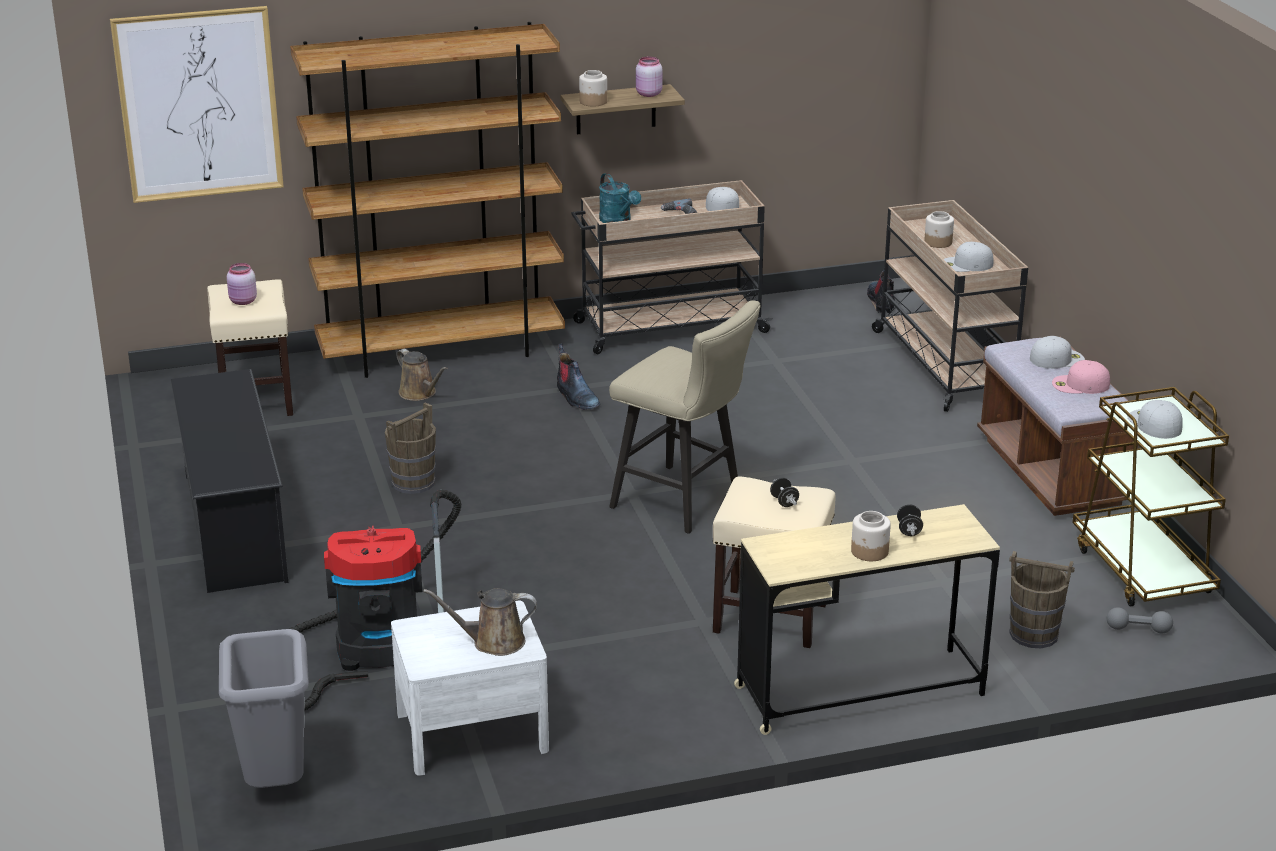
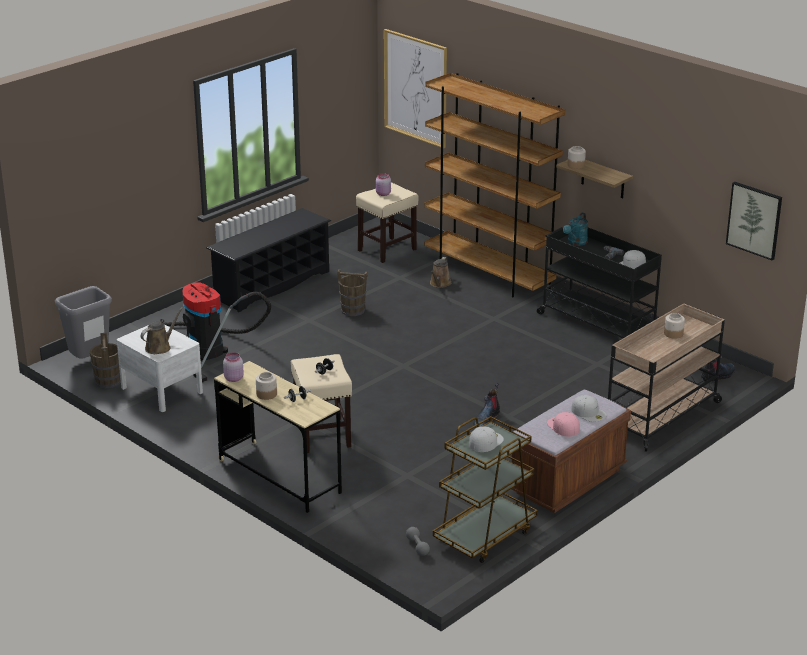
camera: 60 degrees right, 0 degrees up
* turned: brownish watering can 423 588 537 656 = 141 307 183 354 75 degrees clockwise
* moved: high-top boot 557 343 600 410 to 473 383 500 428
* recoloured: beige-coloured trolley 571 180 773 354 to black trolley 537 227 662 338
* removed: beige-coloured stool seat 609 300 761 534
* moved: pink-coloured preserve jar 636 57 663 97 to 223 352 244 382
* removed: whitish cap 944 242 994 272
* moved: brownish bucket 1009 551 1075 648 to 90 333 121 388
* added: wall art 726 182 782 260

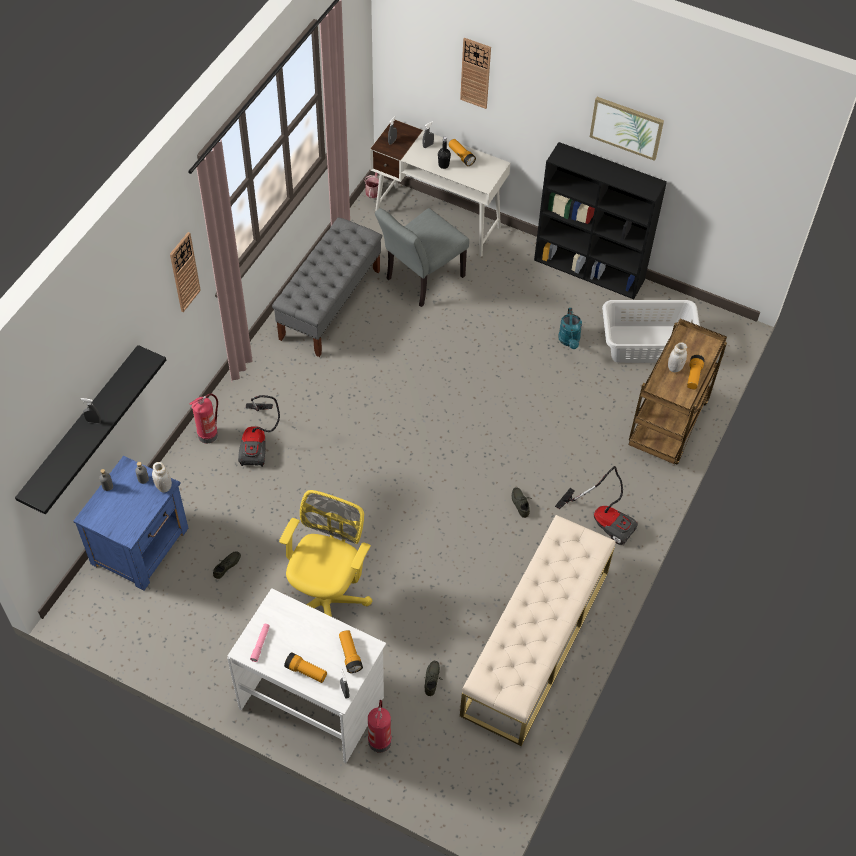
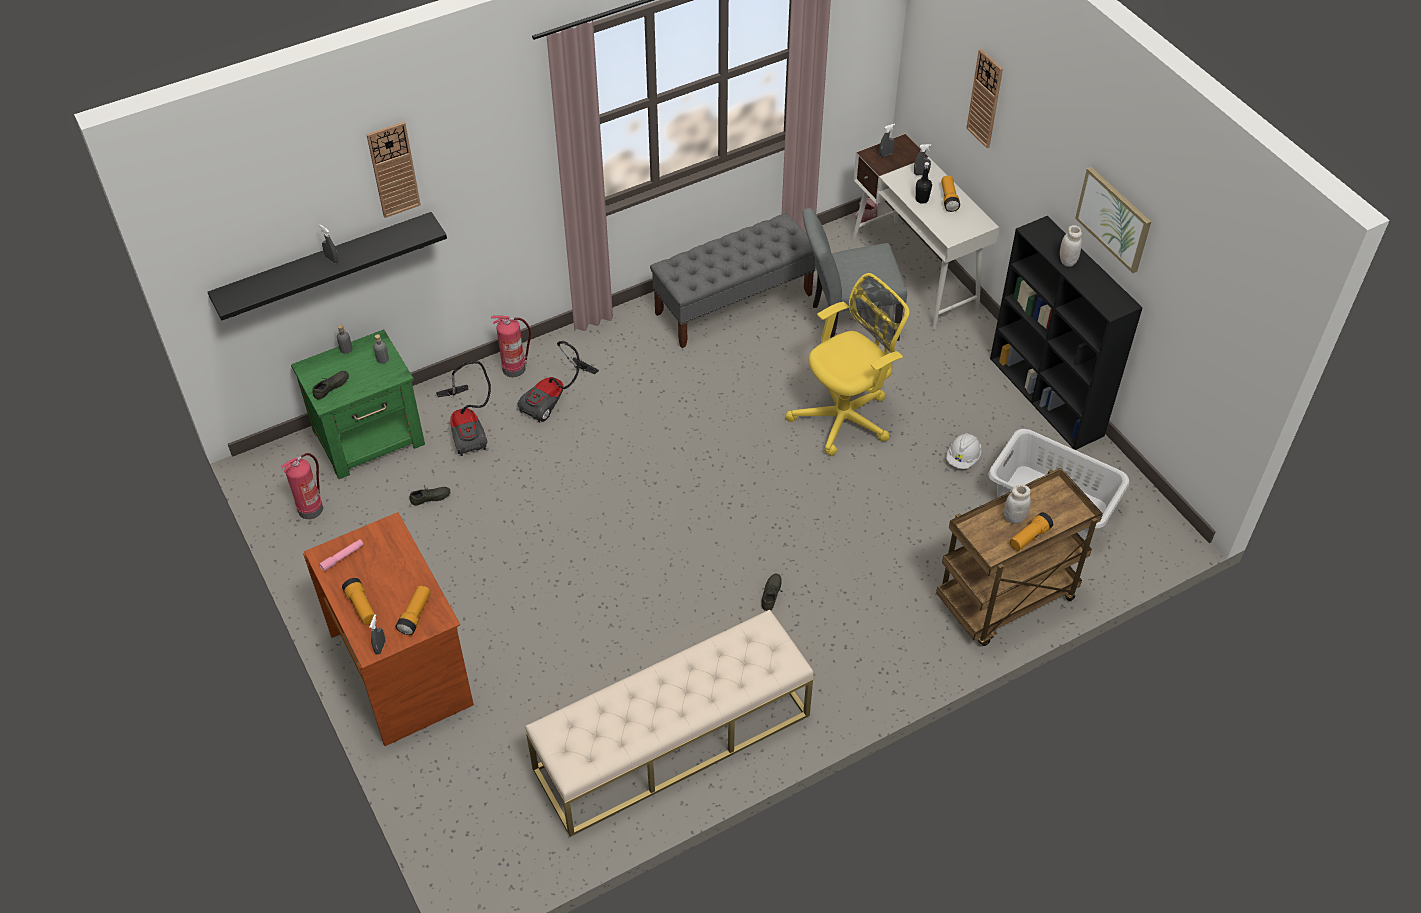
camera: 35 degrees right, 5 degrees down
* recoloured: bluish bedside table 73 456 188 590 to green-coloured bedside table 291 329 425 479
* moved: whitish preserve jar 152 462 172 492 to 1060 225 1082 267
* moved: clock on the wall 170 232 201 312 to 366 122 421 218
* recoloured: whitish desk table 227 588 386 763 to brownish desk table 303 512 474 746
* moved: yellow-coloured office chair 279 490 372 617 to 785 273 909 456
* moved: extinguisher 368 700 391 753 to 281 453 323 519
* moved: greyish item of footwear 425 661 443 696 to 312 371 349 399
* moved: hoover 555 466 638 545 to 436 361 491 456
* replaced: turquoise watering can 558 308 582 349 to whitish work helmet 946 433 982 469

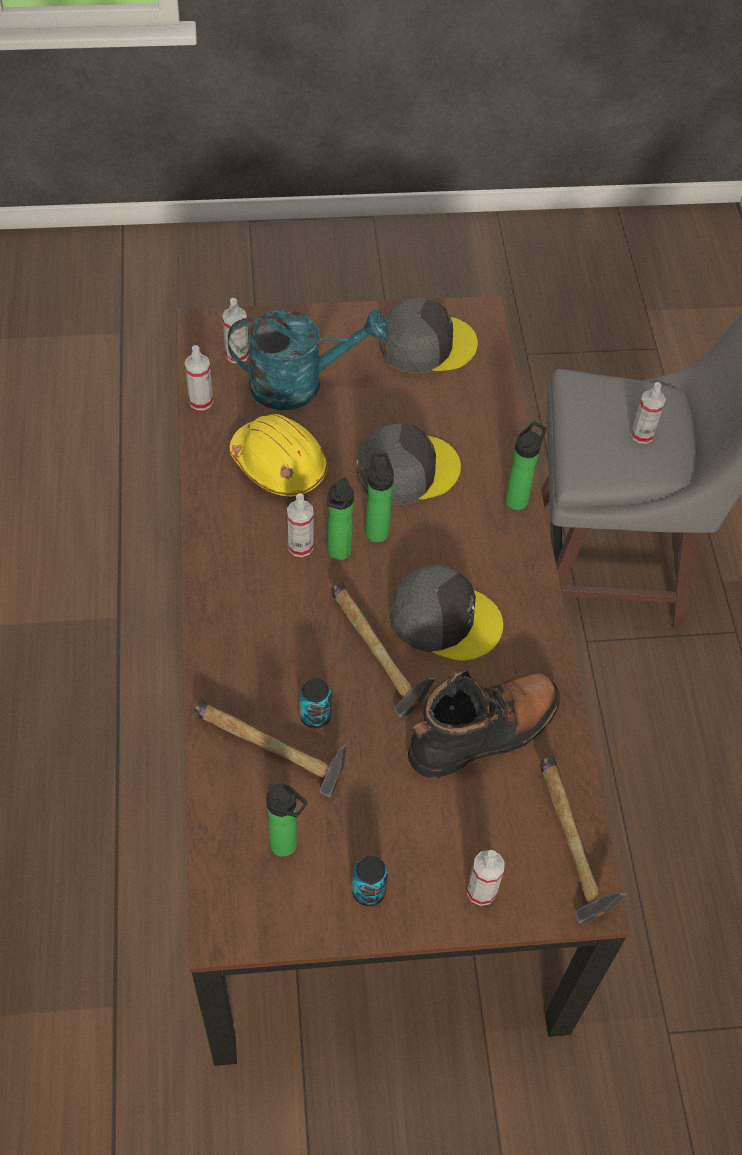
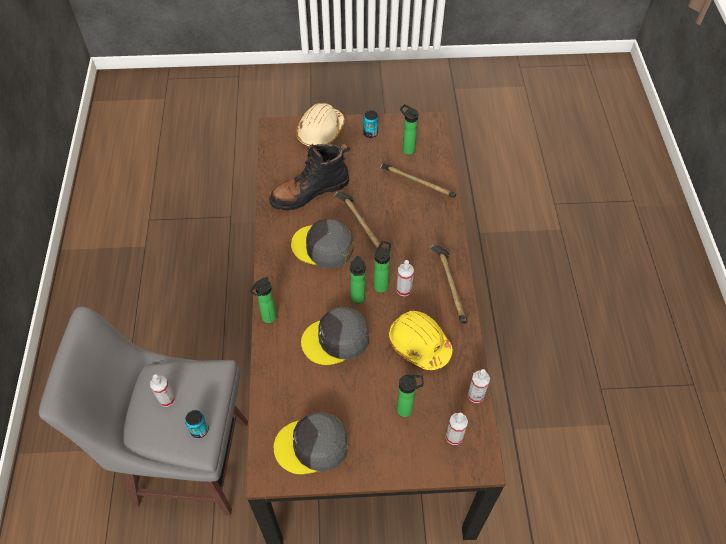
camera: 175 degrees left, 0 degrees up
* replaced: turquoise watering can 228 310 388 410 to beverage bottle 397 374 424 417
* moved: sealed can 299 678 332 728 to 185 410 209 438
* replaced: sprayer 467 850 505 906 to beige-coloured work helmet 296 103 345 146
* moved: tool hammer 539 756 627 923 to 429 245 468 324

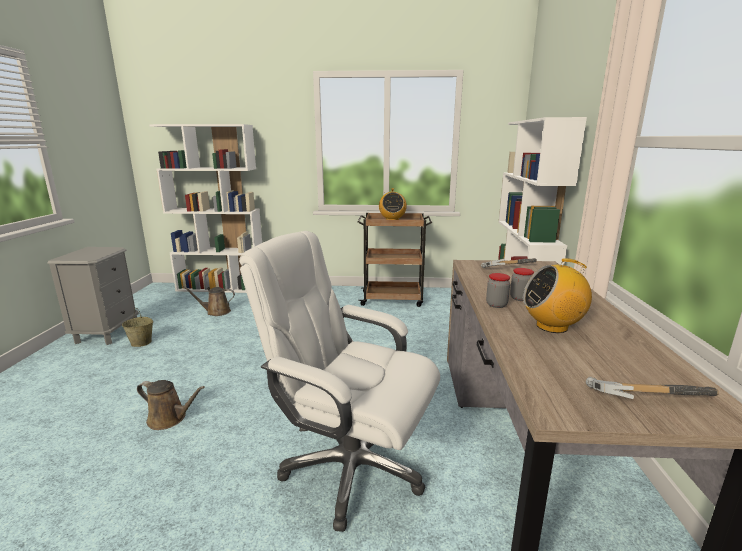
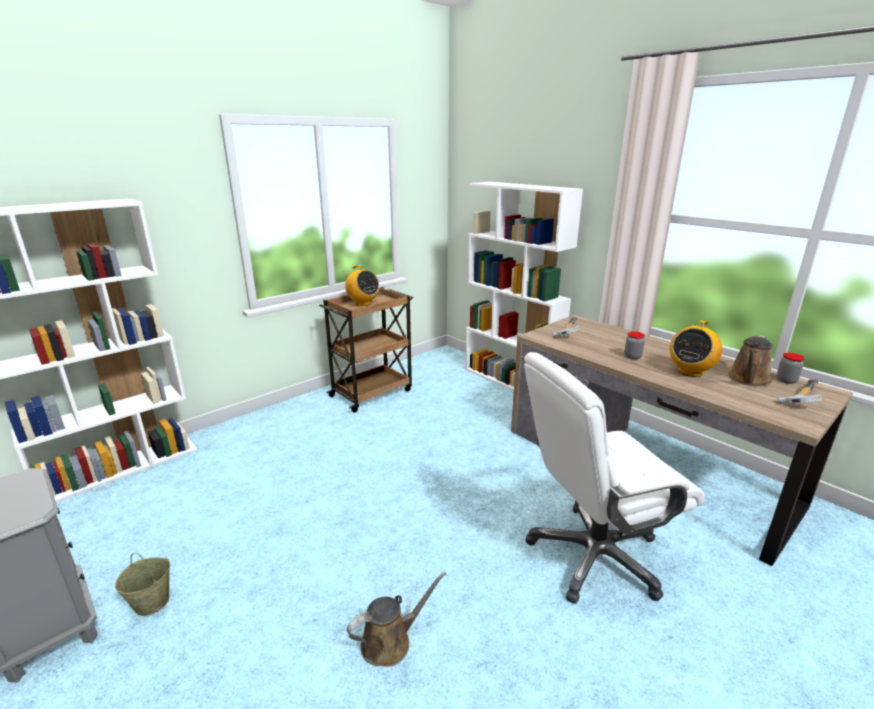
camera: 45 degrees left, 5 degrees up
* moved: brownish watering can 182 286 235 316 to 728 335 773 386
* moved: preserve jar 486 273 510 308 to 777 353 805 384

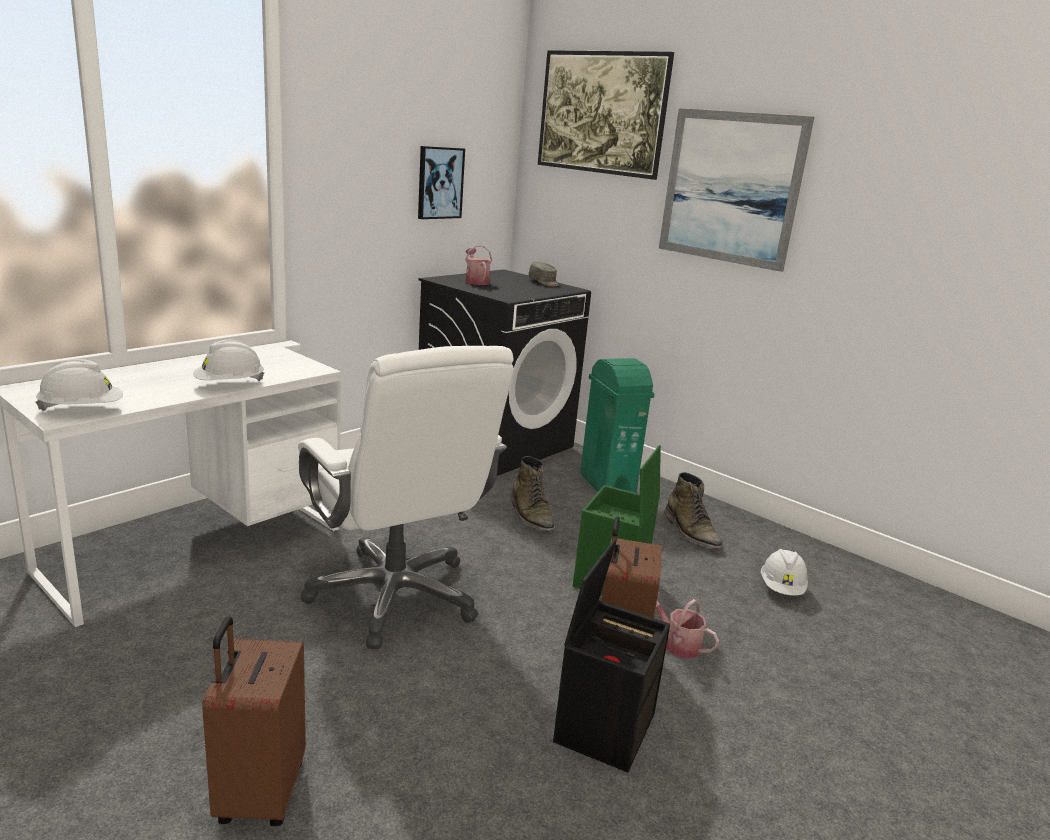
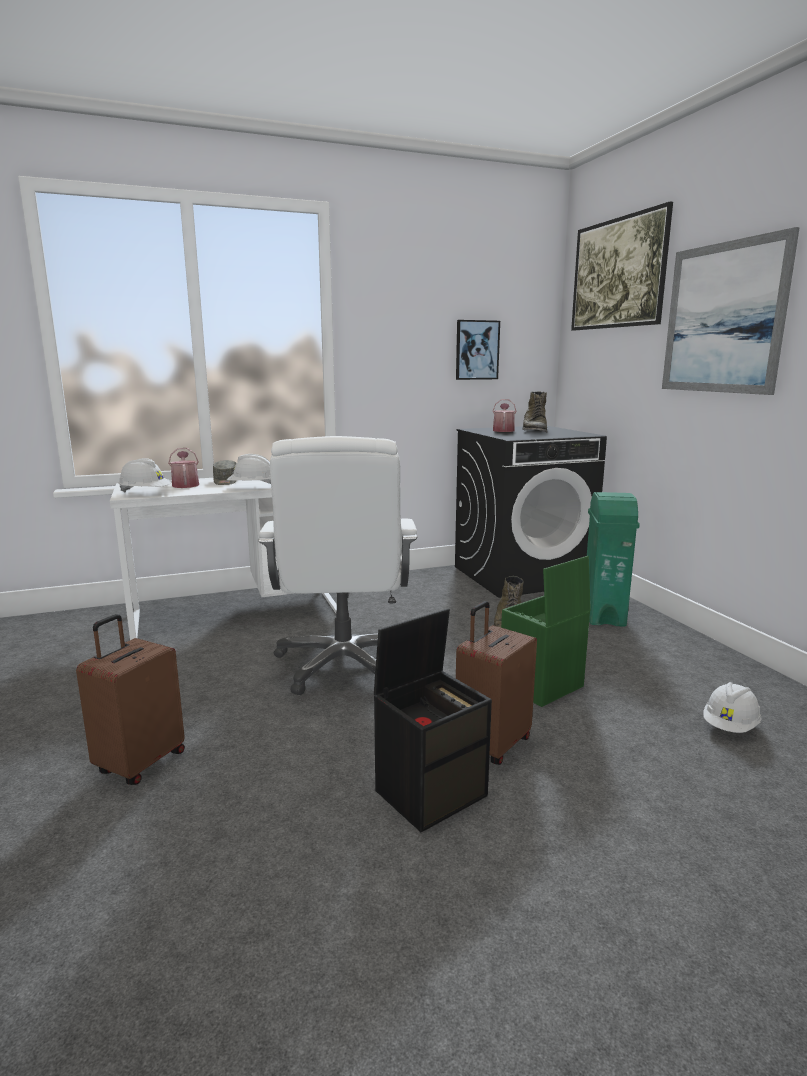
camera: 30 degrees right, 5 degrees down
* moved: greyish cap 528 262 559 286 to 213 460 237 485
* moved: watering can 656 592 719 658 to 168 448 199 488
* moved: green-coloured high-top boot 664 472 723 549 to 522 392 547 432

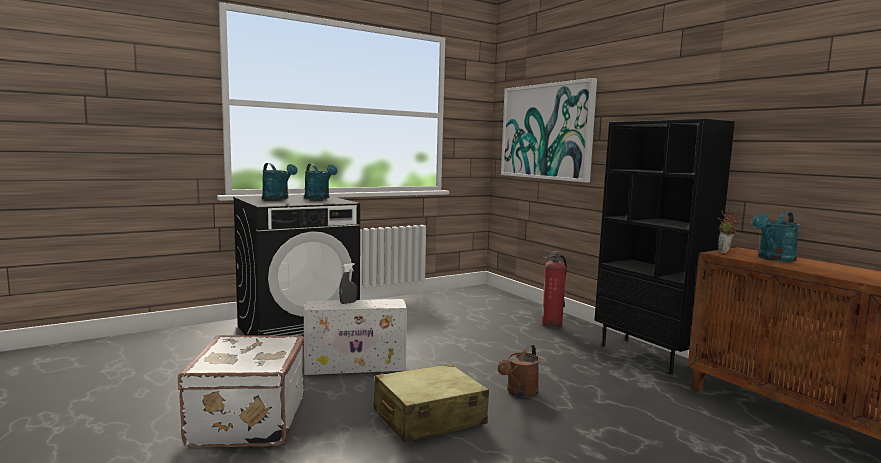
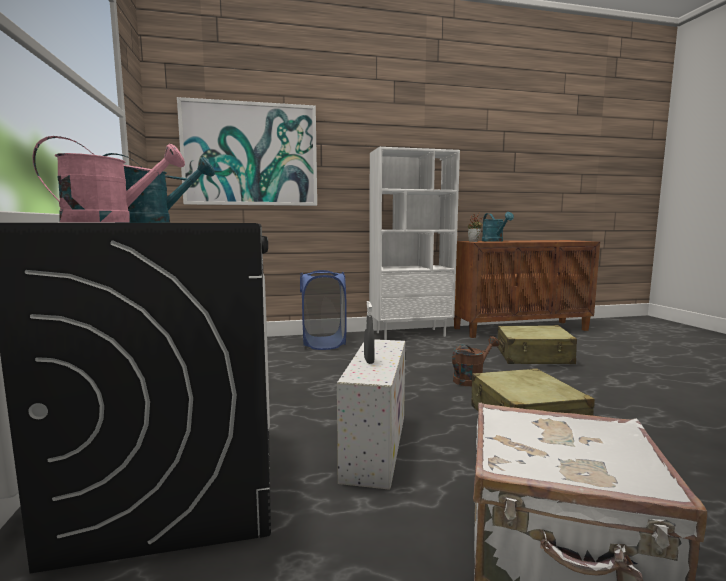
camera: 70 degrees left, 0 degrees up
* recoloured: turquoise watering can 262 163 298 199 to pink-coloured watering can 33 136 185 223
* turned: brownish watering can 498 344 539 398 = 452 336 499 386 90 degrees counterclockwise
* replaced: extinguisher 541 250 567 328 to bluish hamper 300 270 347 350
* recoloured: black bookcase 594 119 735 374 to whitish bookcase 369 147 460 340
* added: beige-coloured piece of luggage 497 325 577 364

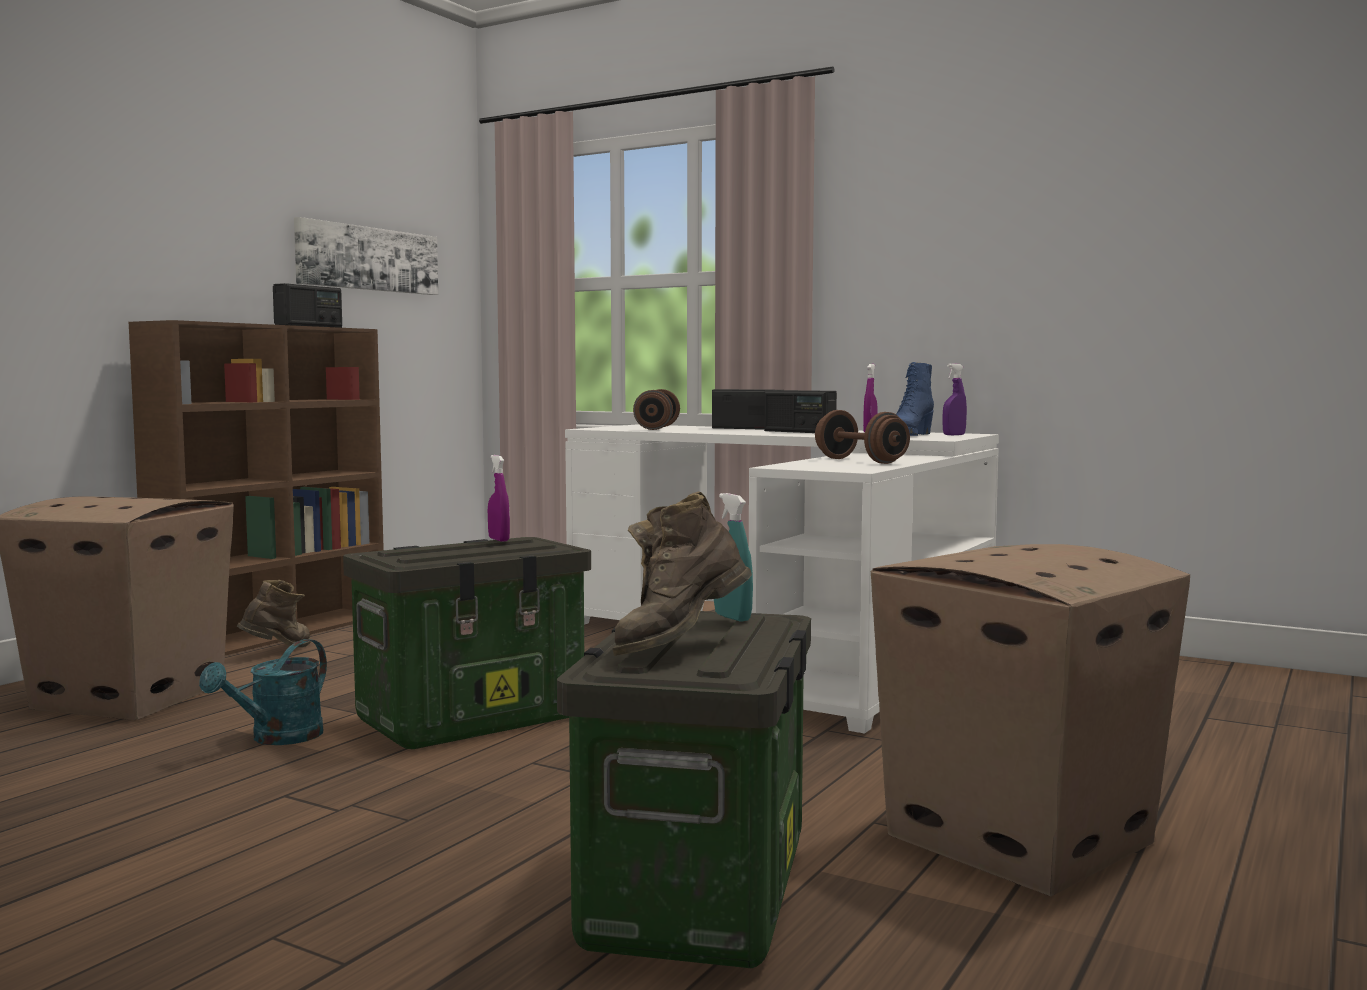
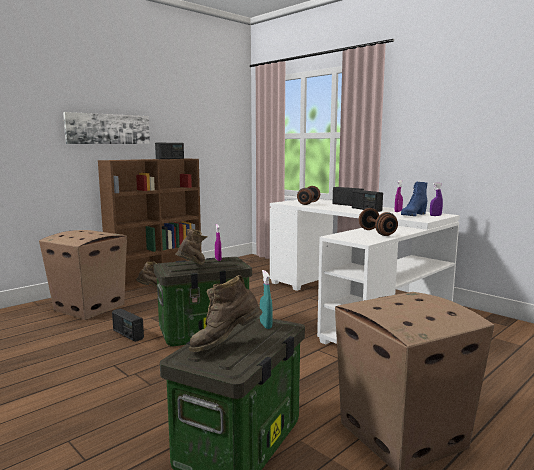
camera: 15 degrees right, 5 degrees up
* replaced: turquoise watering can 199 639 327 745 to radio set 112 308 144 342
* moved: wall art 294 217 438 295 to 63 112 150 144
* added: brownish high-top boot 175 229 208 265

